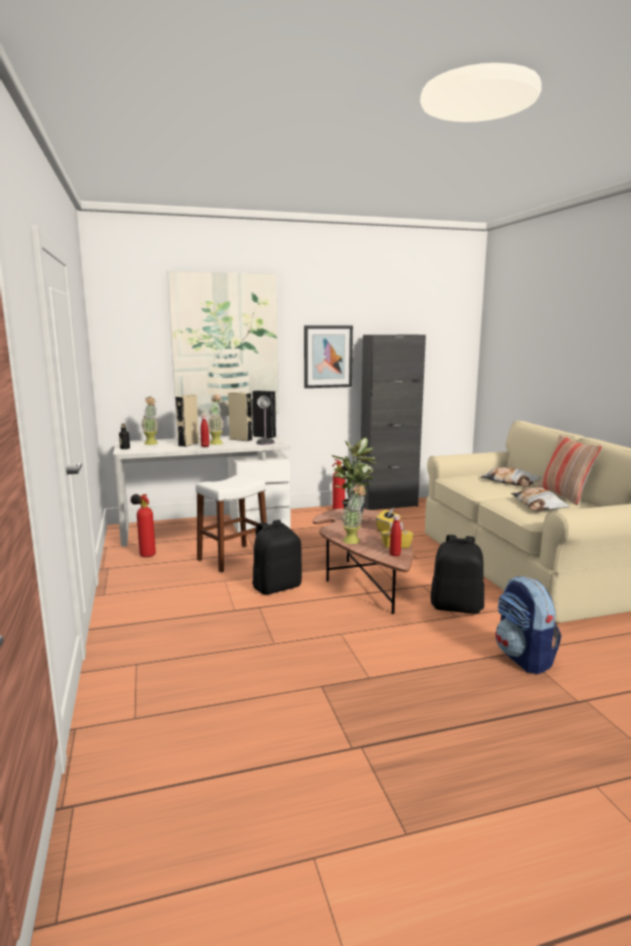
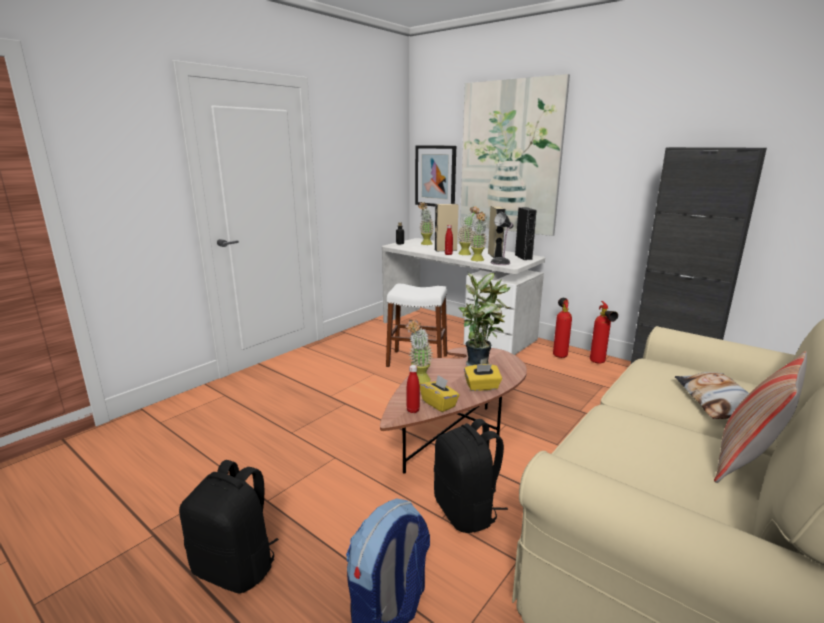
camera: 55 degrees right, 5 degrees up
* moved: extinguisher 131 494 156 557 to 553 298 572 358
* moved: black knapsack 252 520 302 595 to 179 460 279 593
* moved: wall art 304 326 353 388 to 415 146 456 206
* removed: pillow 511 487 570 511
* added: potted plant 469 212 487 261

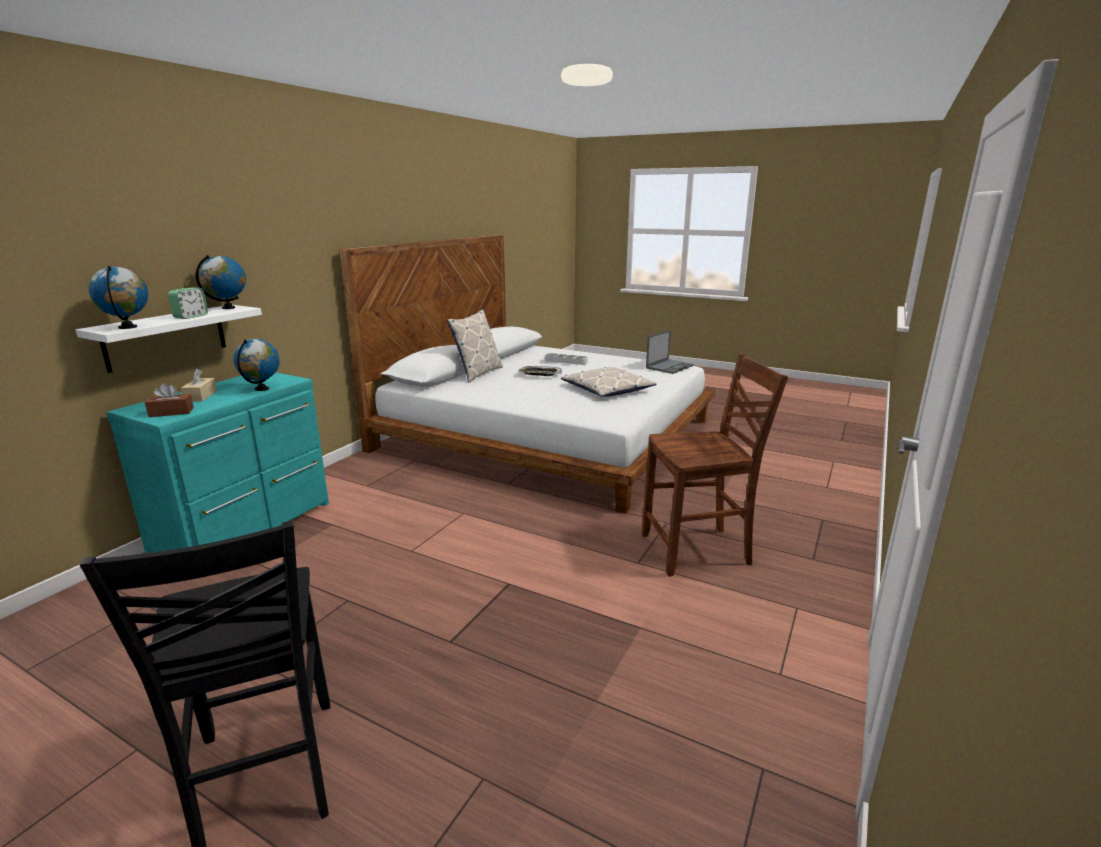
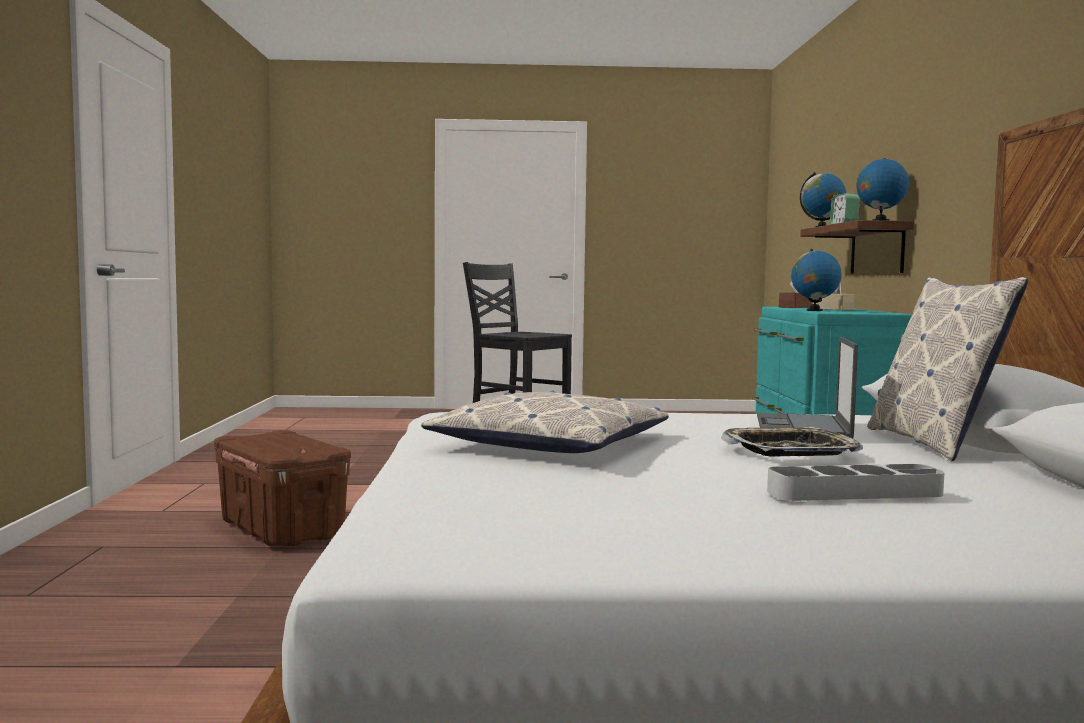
camera: 150 degrees right, 15 degrees down
* recoloured: whitish wall shelf 75 305 262 373 to brownish wall shelf 800 220 914 274
* replaced: brownish upright chair 642 354 788 577 to brownish storage bin 214 430 351 546
* moved: laptop 646 330 694 374 to 757 337 858 438

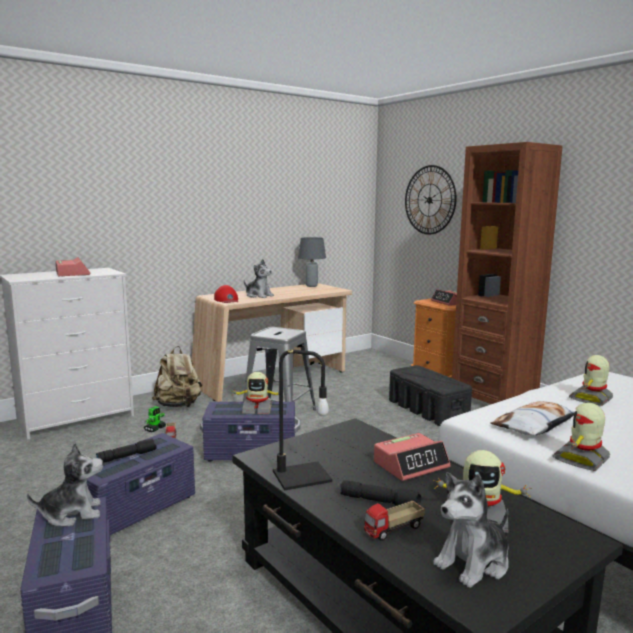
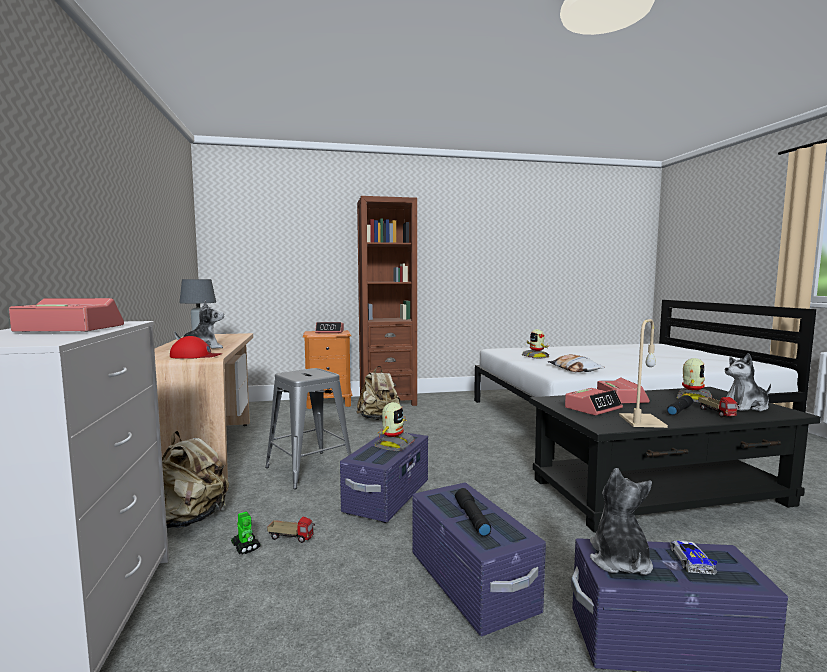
camera: 65 degrees left, 5 degrees down
* recoloured: black tabletop lamp 273 350 332 491 to beige-coloured tabletop lamp 619 319 668 428
* replaced: black storage bin 389 365 472 426 to beige-coloured knapsack 356 366 401 420
* removed: clock on the wall 405 165 457 235
* turned: cuddly toy 433 472 509 588 = 725 353 771 411 90 degrees clockwise
* removed: robot figure 552 403 610 471
* added: alarm clock 565 388 623 415
* added: miniature car 670 541 717 575

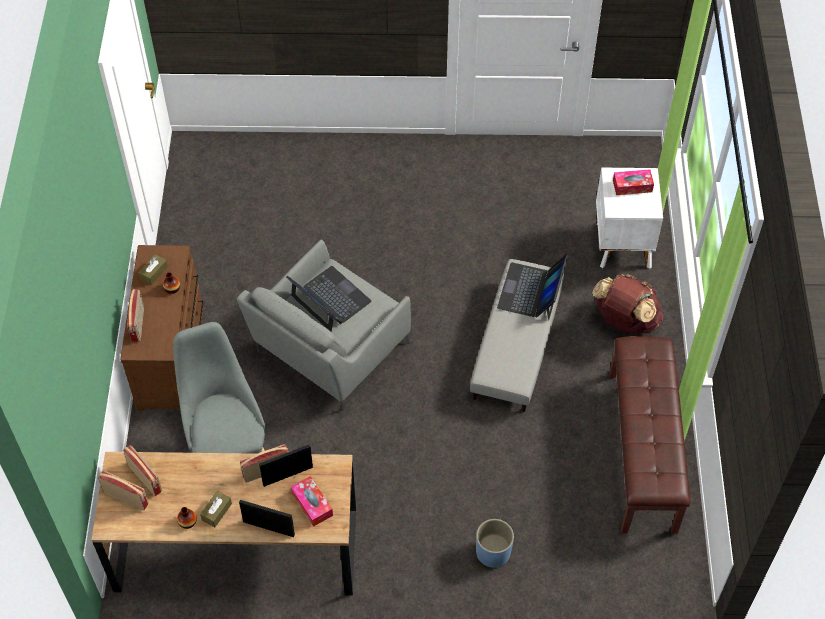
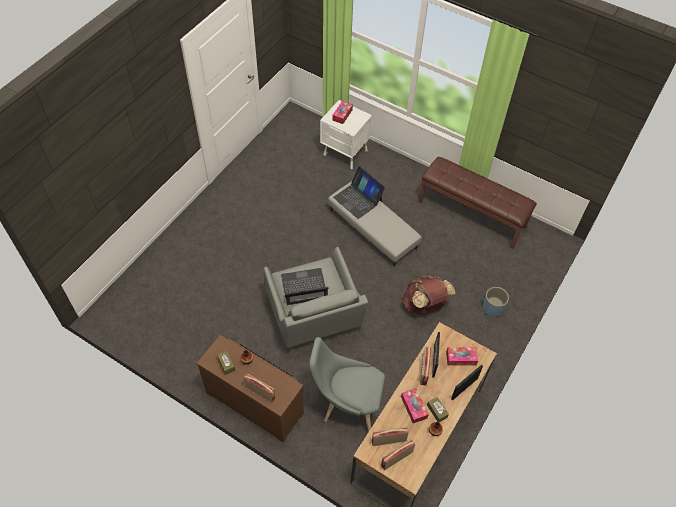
camera: 60 degrees left, 0 degrees up
* moved: brownish knapsack 592 274 663 334 to 402 275 456 315
* added: tissue box 401 388 429 423

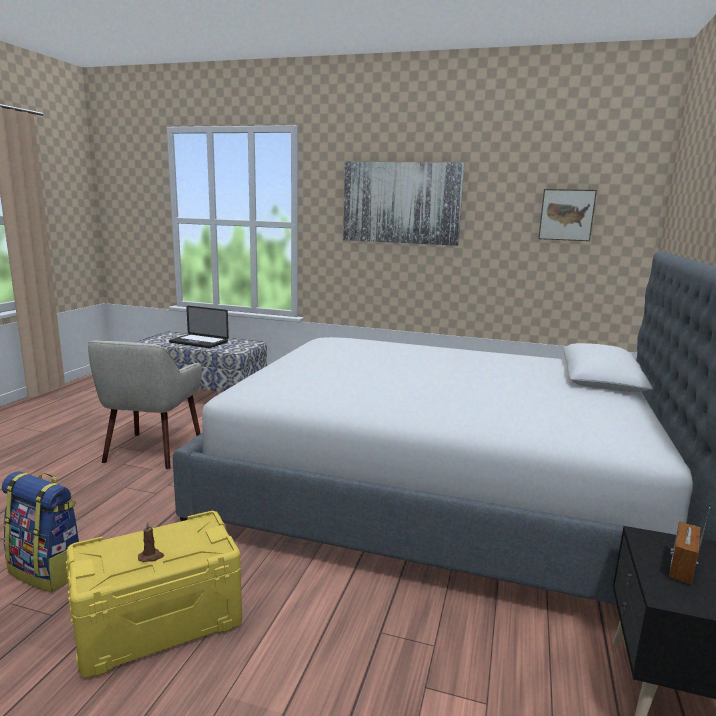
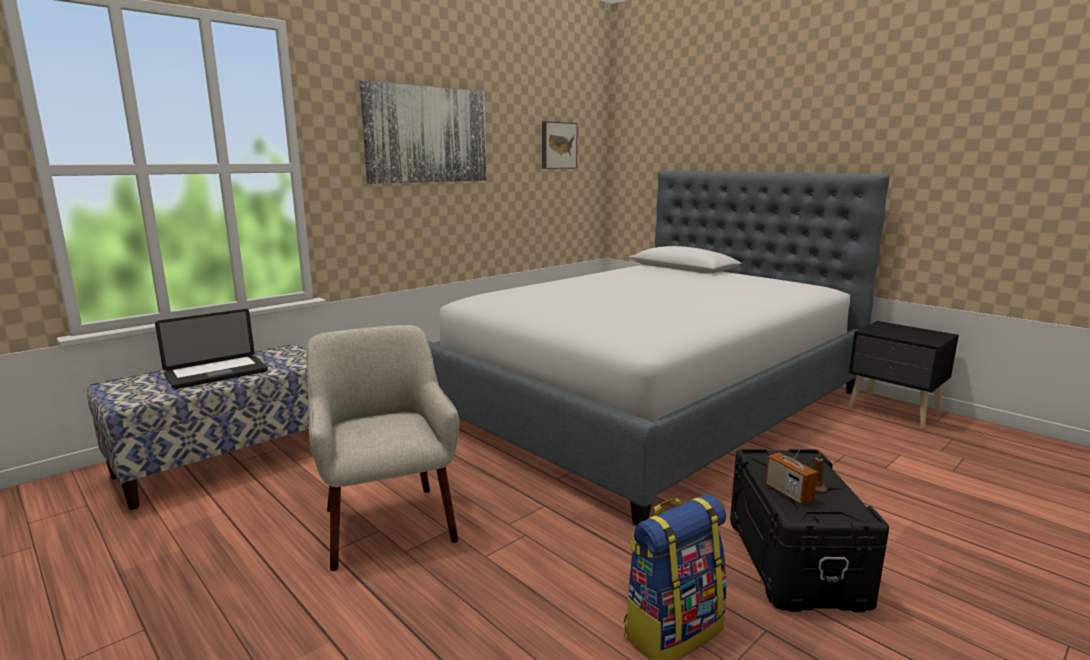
camera: 60 degrees left, 0 degrees up
* recoloured: yellow-coloured storage bin 66 511 242 678 to black storage bin 730 449 889 612
* turned: beige-coloured easy chair 88 340 202 469 = 306 325 459 571 150 degrees counterclockwise
* moved: radio set 669 507 710 584 to 765 431 818 505

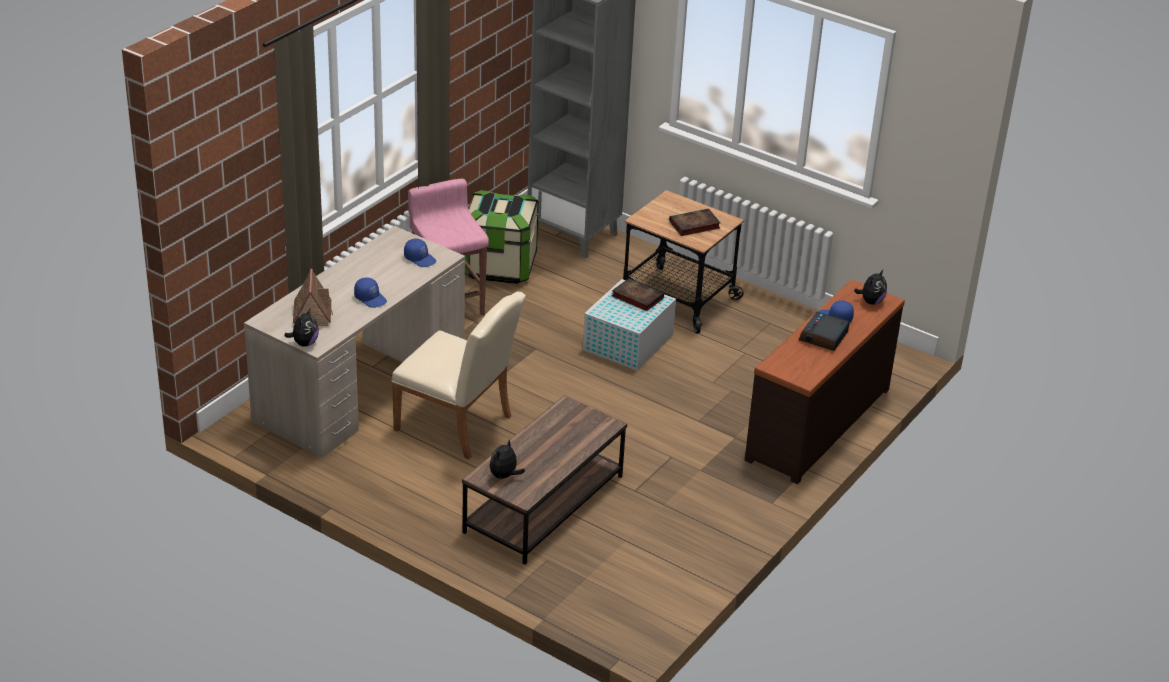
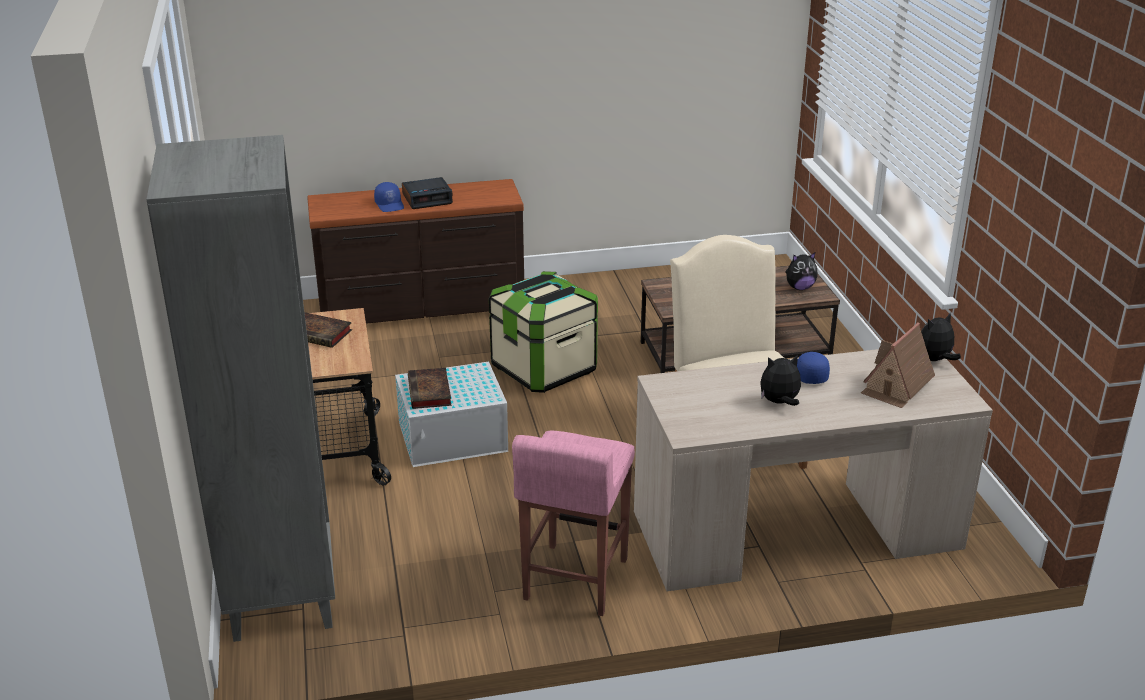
camera: 135 degrees left, 5 degrees down
* removed: bluish cap 404 239 436 267
* moved: storage bin 465 190 539 284 to 489 271 598 393
* moved: cuddly toy 854 270 887 305 to 760 355 801 406

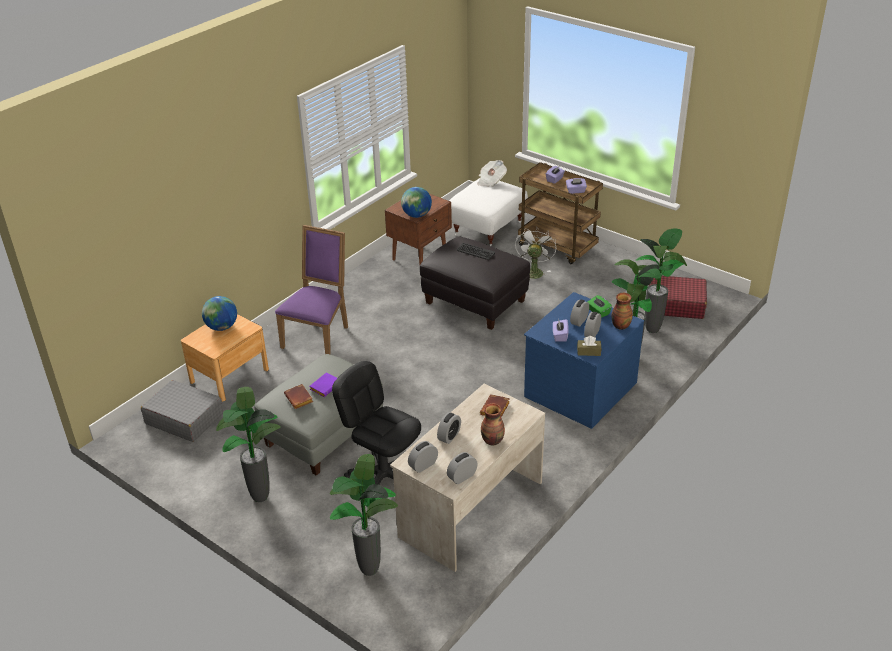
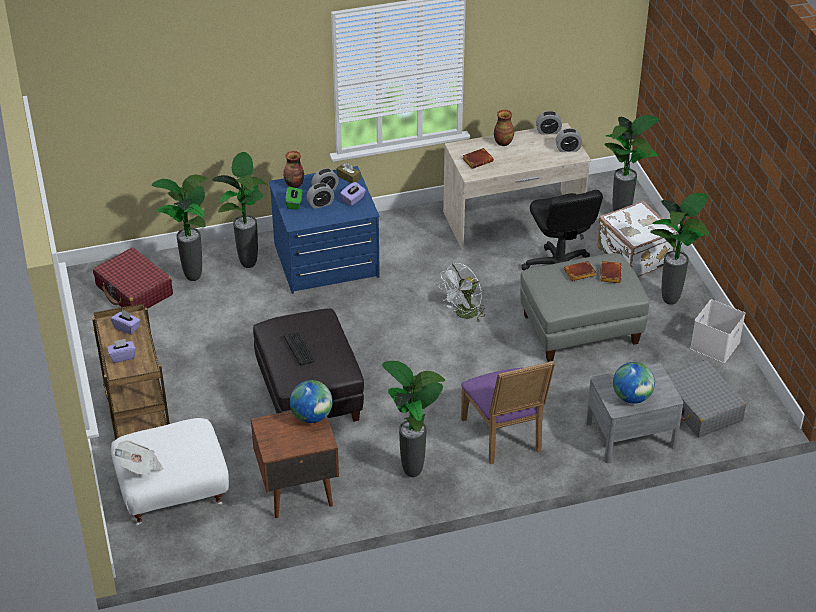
camera: 145 degrees left, 5 degrees up
* recoloured: brownish bedside table 181 314 269 402 to greyish bedside table 586 363 684 463
* turned: purple-coloured upright chair 275 225 348 355 = 461 361 555 464 75 degrees counterclockwise
* recoloured: purple-coloured bound book 310 372 337 397 to brownish bound book 564 261 596 281
* removed: alarm clock 437 412 461 444
* moved: whitish fan 515 226 556 281 to 438 263 485 322
* added: potted plant 382 361 445 477
* added: whitish piece of luggage 597 201 677 277
* added: whitish storage bin 690 299 745 363

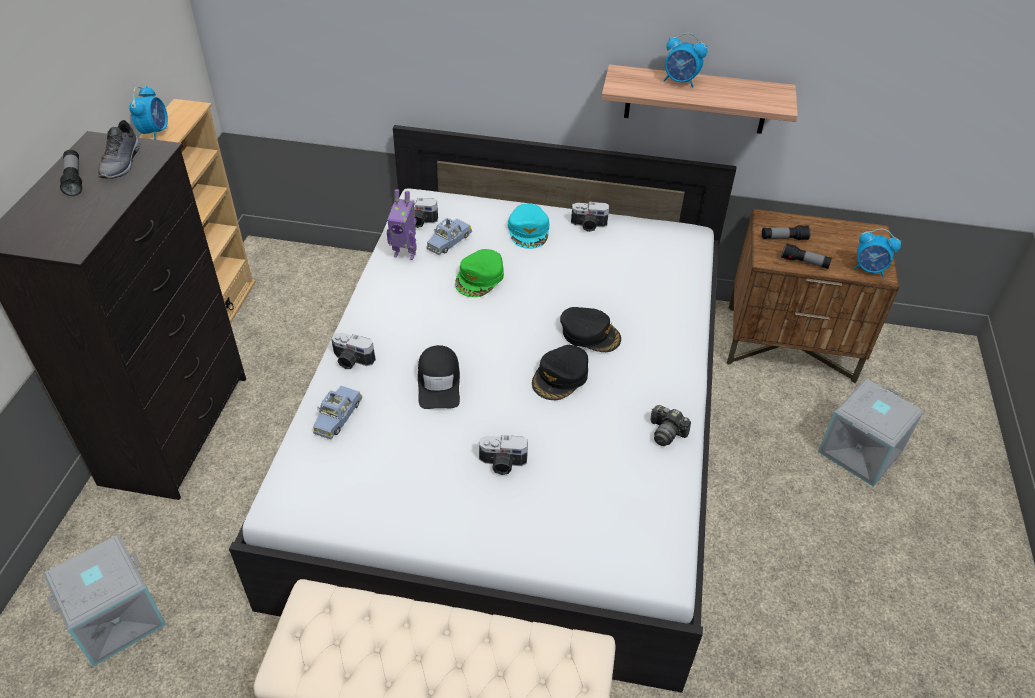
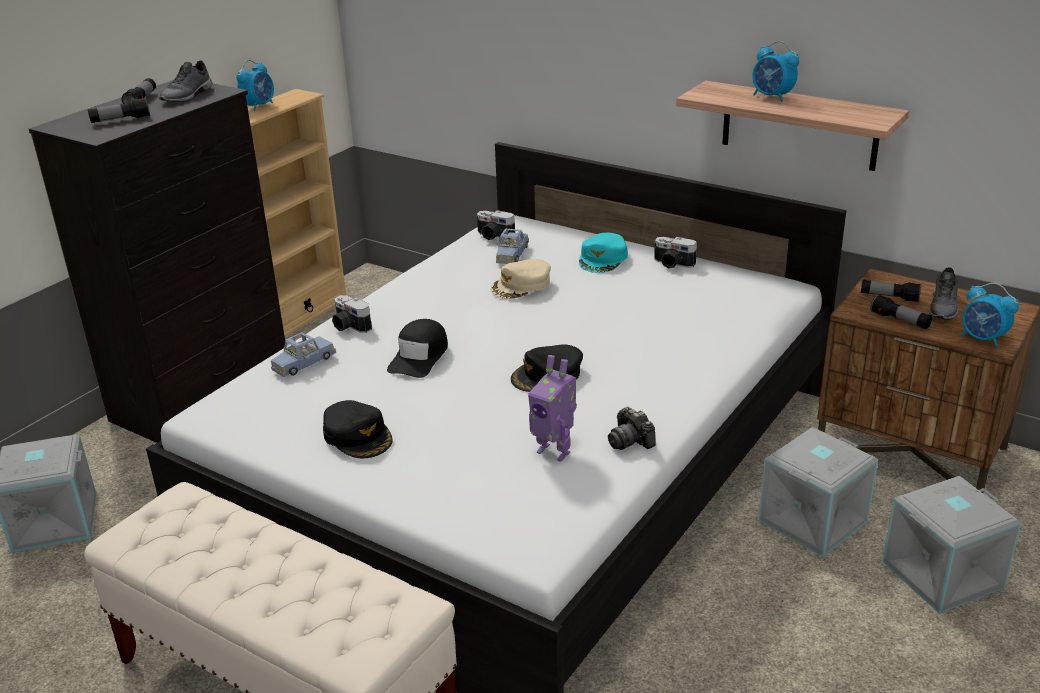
camera: 25 degrees right, 15 degrees down
* moved: robot figure 387 189 417 260 to 528 355 577 462
* turned: bluish miniature car 427 218 472 255 = 496 229 529 264 45 degrees counterclockwise
* recoloured: green-coloured cap 455 249 504 297 to beige-coloured cap 491 259 551 299
* removed: still camera 479 435 528 475
* moved: black cap 560 307 621 352 to 323 400 393 458
* added: torch 88 98 150 123
* added: greyish storage bin 759 427 878 557
* added: greyish item of footwear 929 267 958 319

